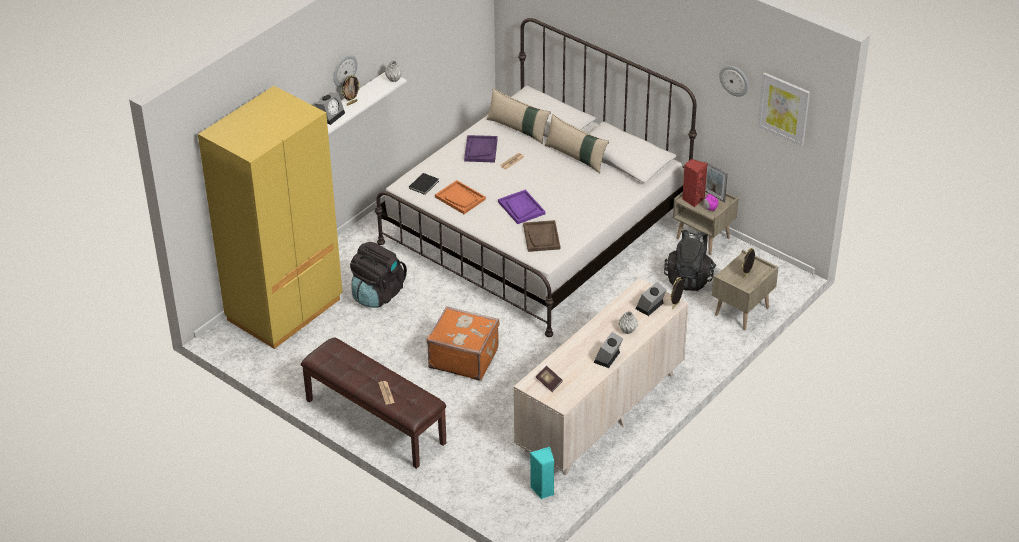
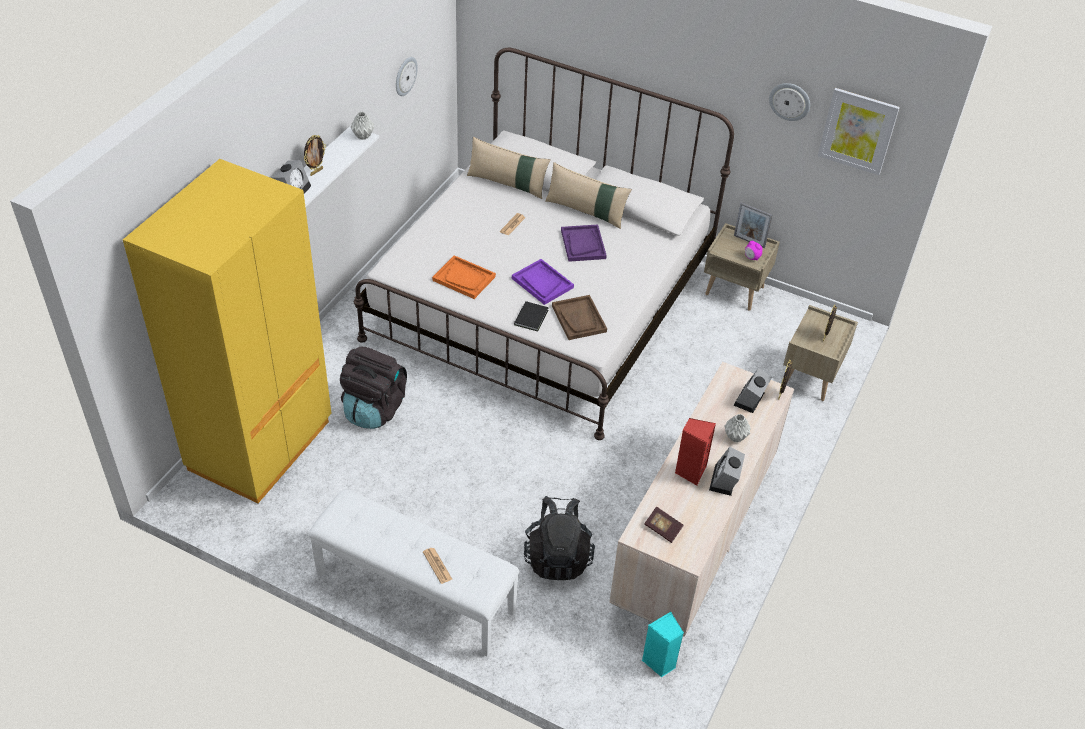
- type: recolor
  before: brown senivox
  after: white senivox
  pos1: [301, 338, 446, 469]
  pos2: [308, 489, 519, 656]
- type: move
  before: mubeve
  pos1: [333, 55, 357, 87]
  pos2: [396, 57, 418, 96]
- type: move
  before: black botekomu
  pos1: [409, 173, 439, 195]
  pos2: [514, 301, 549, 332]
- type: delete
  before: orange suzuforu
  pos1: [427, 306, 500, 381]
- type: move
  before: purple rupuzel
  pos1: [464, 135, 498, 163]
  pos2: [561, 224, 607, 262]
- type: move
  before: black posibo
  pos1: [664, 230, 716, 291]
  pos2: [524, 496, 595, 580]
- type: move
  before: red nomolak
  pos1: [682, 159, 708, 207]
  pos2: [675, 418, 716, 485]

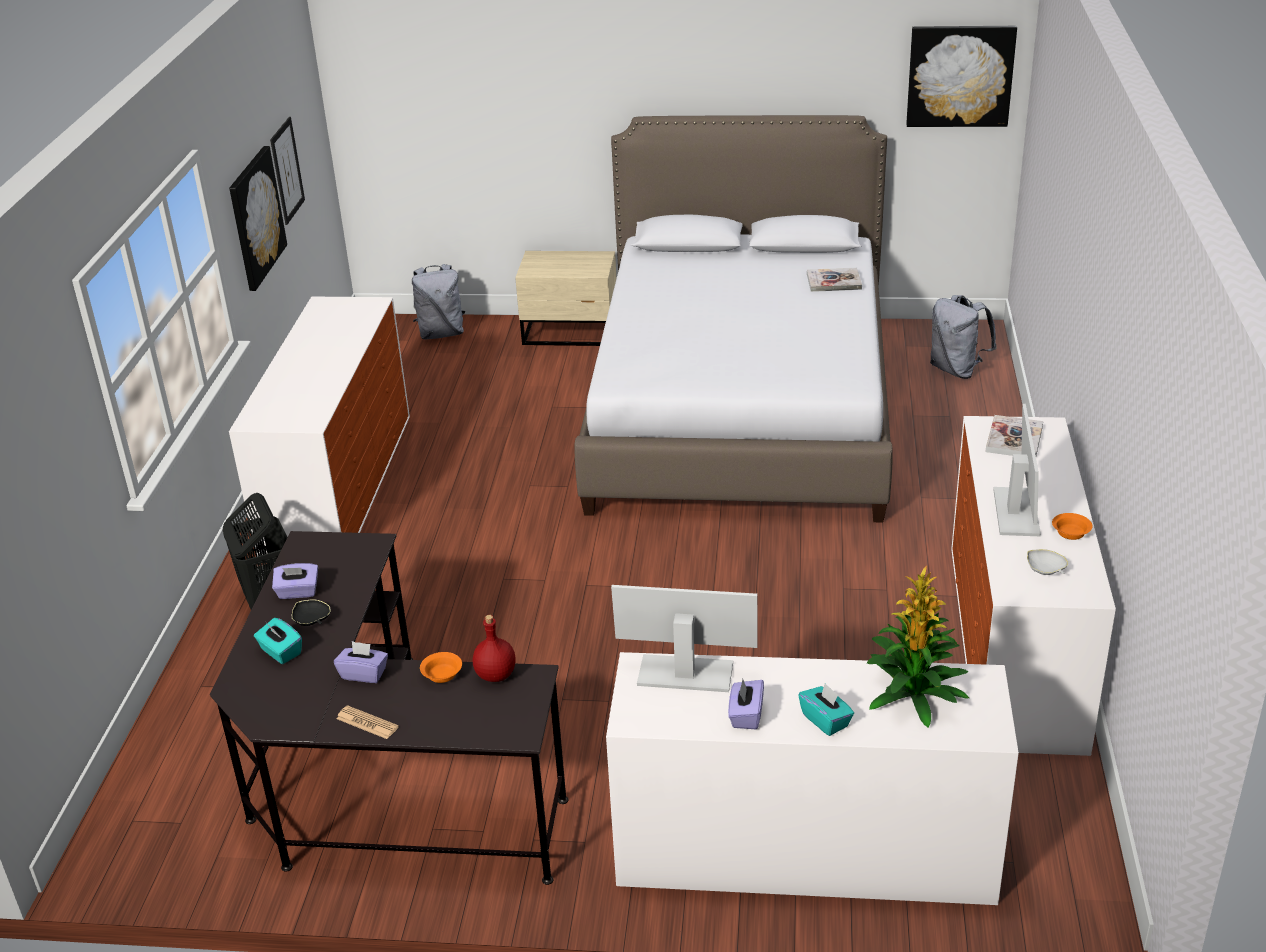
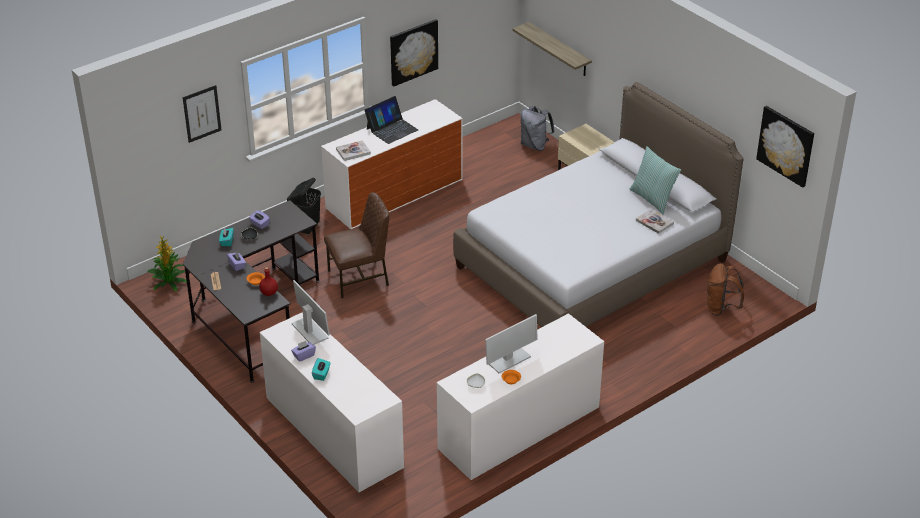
- type: move
  before: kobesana
  pos1: [270, 117, 305, 225]
  pos2: [183, 85, 221, 143]
- type: move
  before: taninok
  pos1: [867, 566, 969, 727]
  pos2: [147, 236, 187, 292]
- type: recolor
  before: grey posibo
  after: brown posibo
  pos1: [930, 295, 997, 379]
  pos2: [707, 263, 744, 316]
- type: move
  before: botekomu
  pos1: [985, 415, 1043, 456]
  pos2: [336, 140, 371, 161]
- type: insert
  after: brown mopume
  pos2: [324, 192, 390, 298]
- type: insert
  after: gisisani
  pos2: [365, 96, 418, 144]
- type: insert
  after: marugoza
  pos2: [512, 22, 592, 76]
- type: insert
  after: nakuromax
  pos2: [630, 146, 681, 214]

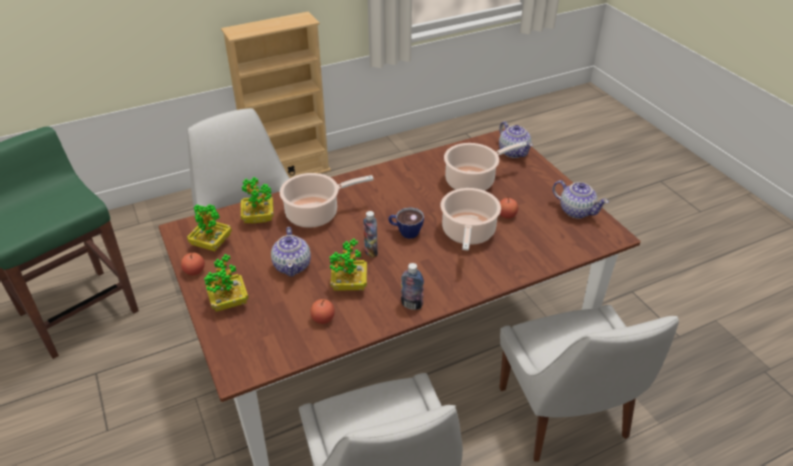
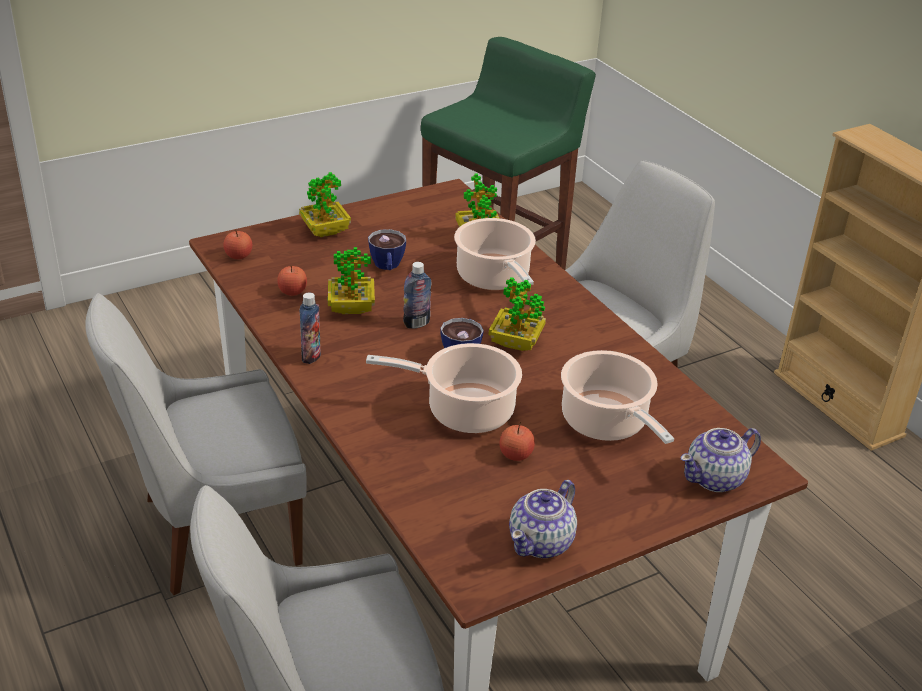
- type: move
  before: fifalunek
  pos1: [181, 253, 205, 275]
  pos2: [223, 230, 252, 259]
- type: move
  before: taninok
  pos1: [187, 204, 232, 251]
  pos2: [489, 277, 546, 351]
- type: replace
  before: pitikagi
  after: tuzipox
  pos1: [271, 227, 311, 277]
  pos2: [368, 229, 406, 270]

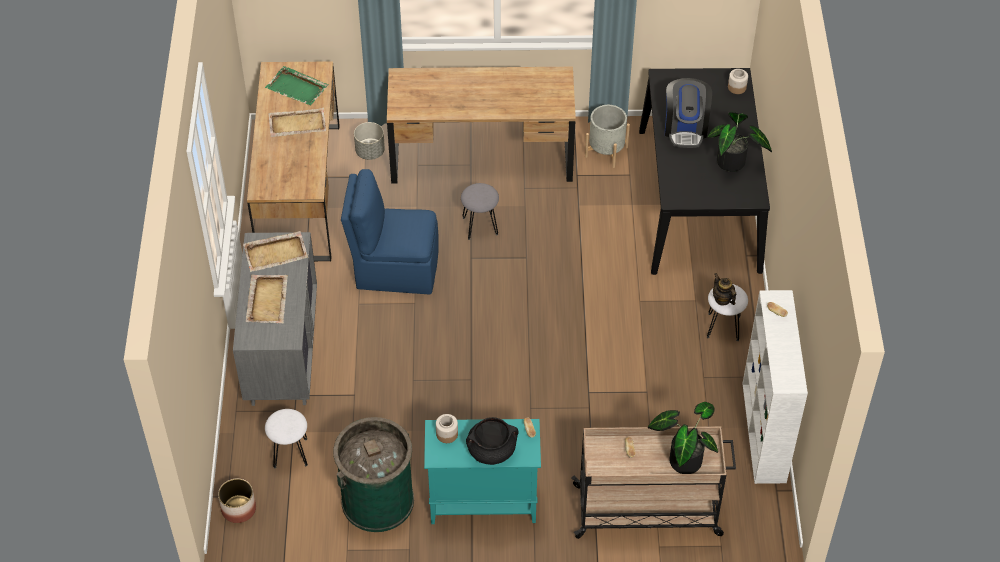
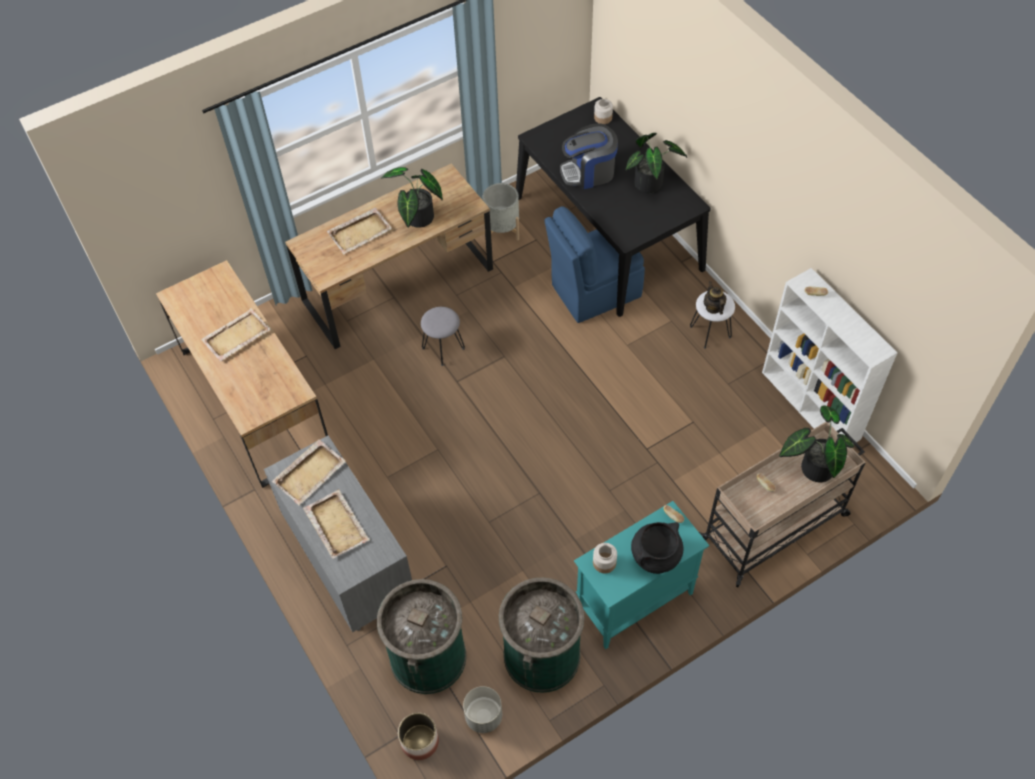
- type: delete
  before: green rupuzel
  pos1: [265, 66, 329, 105]
- type: replace
  before: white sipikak
  after: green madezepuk
  pos1: [265, 409, 308, 469]
  pos2: [377, 579, 466, 694]
- type: move
  before: blue mopume
  pos1: [341, 169, 439, 294]
  pos2: [544, 206, 645, 323]
- type: move
  before: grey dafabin
  pos1: [354, 122, 385, 160]
  pos2: [463, 686, 502, 733]
- type: rotate
  before: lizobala
  pos1: [665, 78, 712, 148]
  pos2: [560, 123, 618, 189]
  turn: 105
- type: rotate
  before: pitikagi
  pos1: [713, 273, 736, 306]
  pos2: [704, 281, 727, 315]
  turn: 45
- type: insert
  after: beige rupuzel
  pos2: [327, 207, 392, 254]
- type: insert
  after: taninok
  pos2: [381, 167, 443, 228]

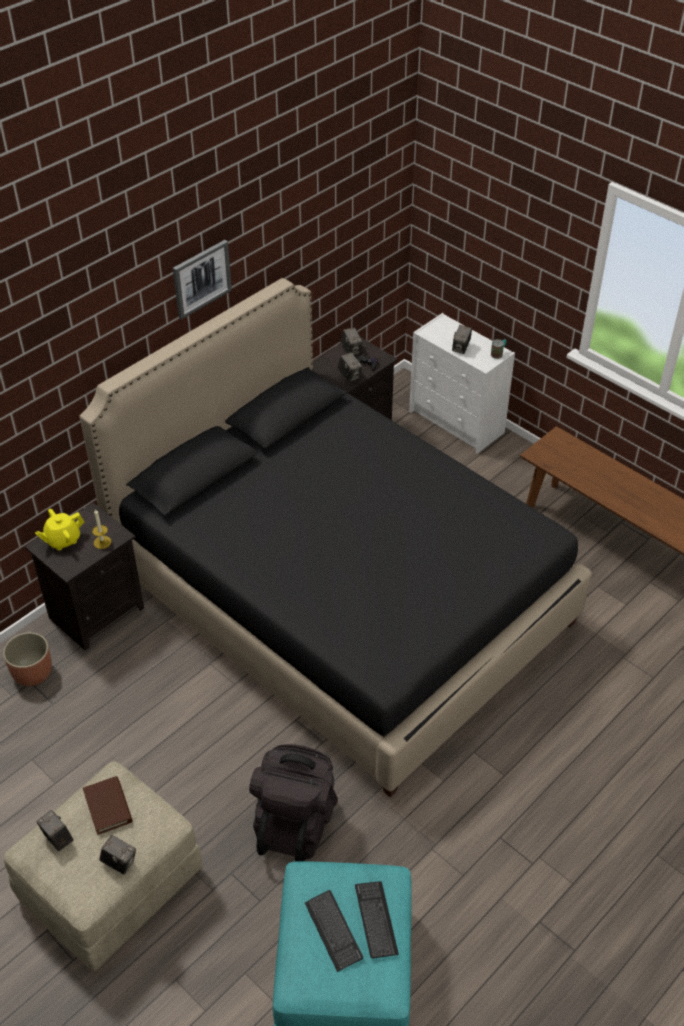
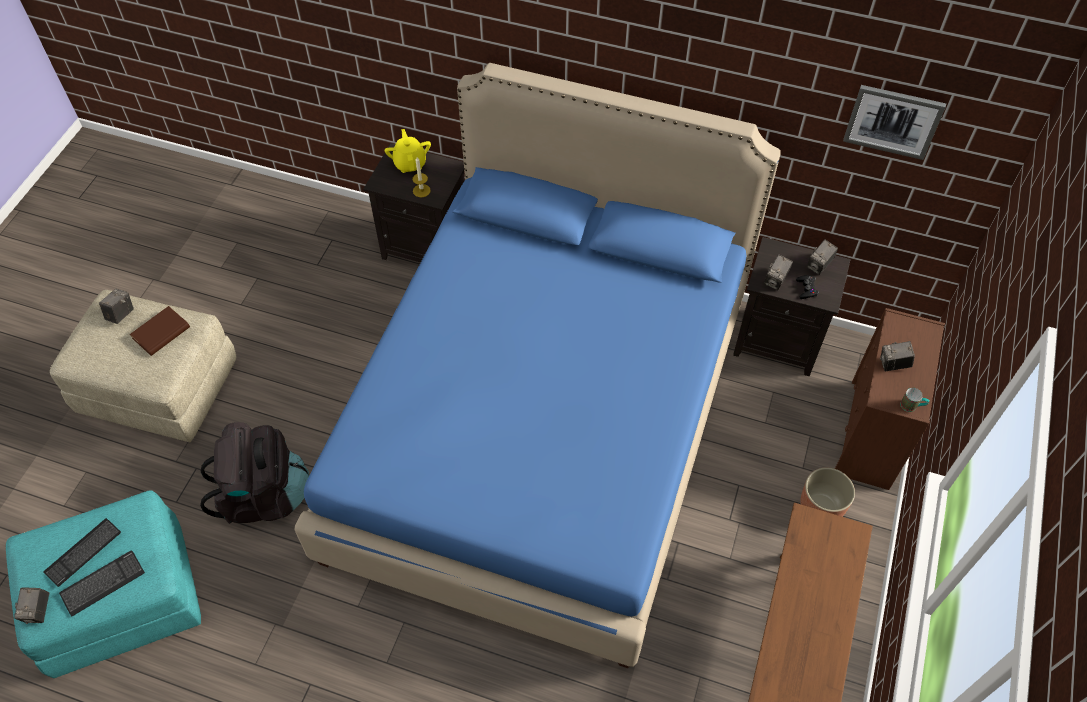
- type: move
  before: dafabin
  pos1: [3, 632, 52, 686]
  pos2: [800, 468, 855, 517]
- type: rotate
  before: yellow pitikagi
  pos1: [35, 509, 84, 550]
  pos2: [385, 129, 431, 173]
  turn: 45
- type: recolor
  before: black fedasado
  after: blue fedasado
  pos1: [80, 278, 592, 797]
  pos2: [295, 63, 781, 668]
- type: move
  before: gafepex
  pos1: [99, 835, 136, 874]
  pos2: [14, 587, 50, 624]
- type: move
  before: kobesana
  pos1: [173, 240, 232, 319]
  pos2: [843, 85, 946, 160]
- type: recolor
  before: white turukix
  after: brown turukix
  pos1: [409, 313, 515, 454]
  pos2: [835, 308, 945, 490]

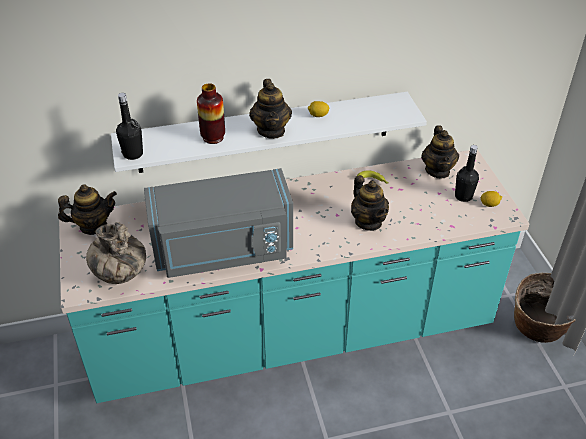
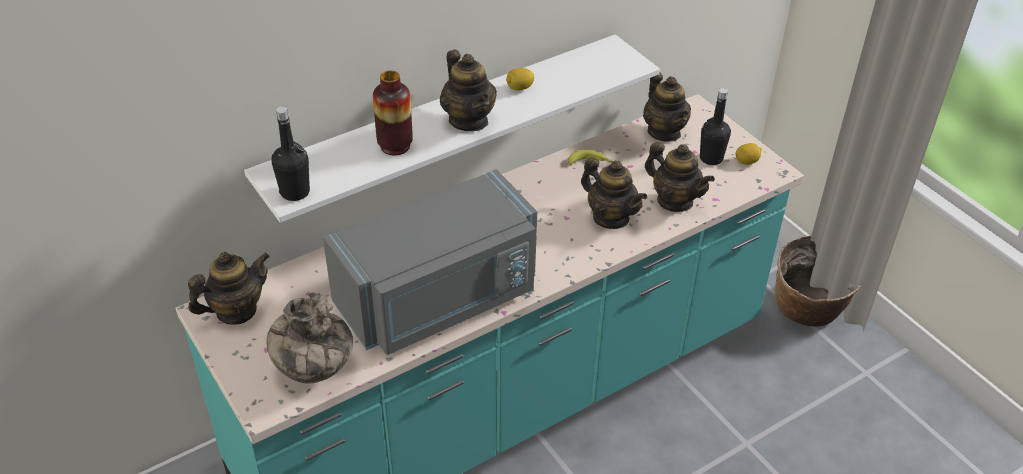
- type: insert
  after: pitikagi
  pos2: [645, 142, 715, 212]

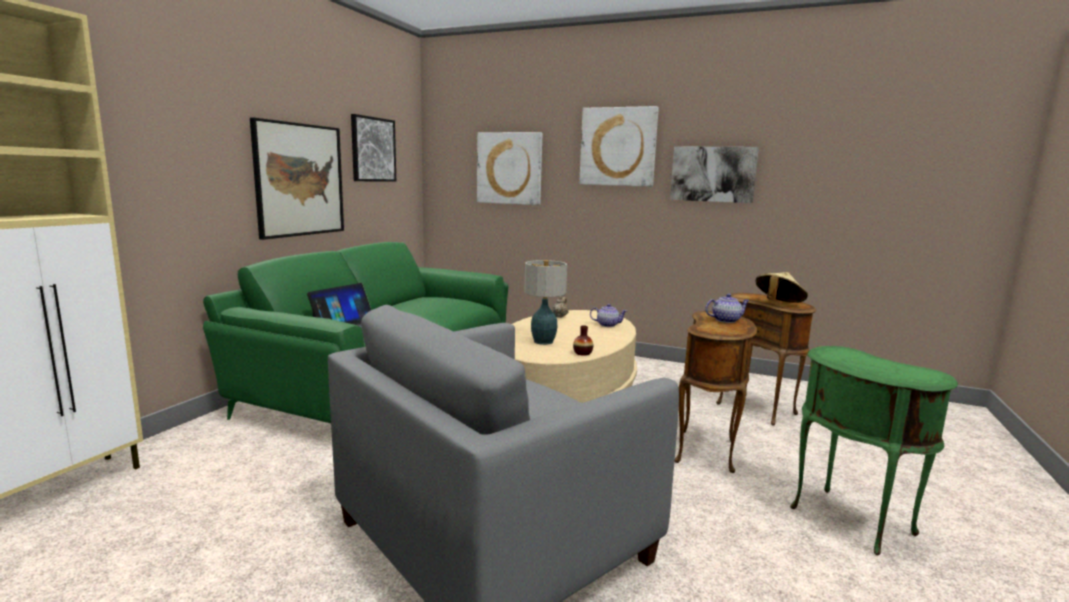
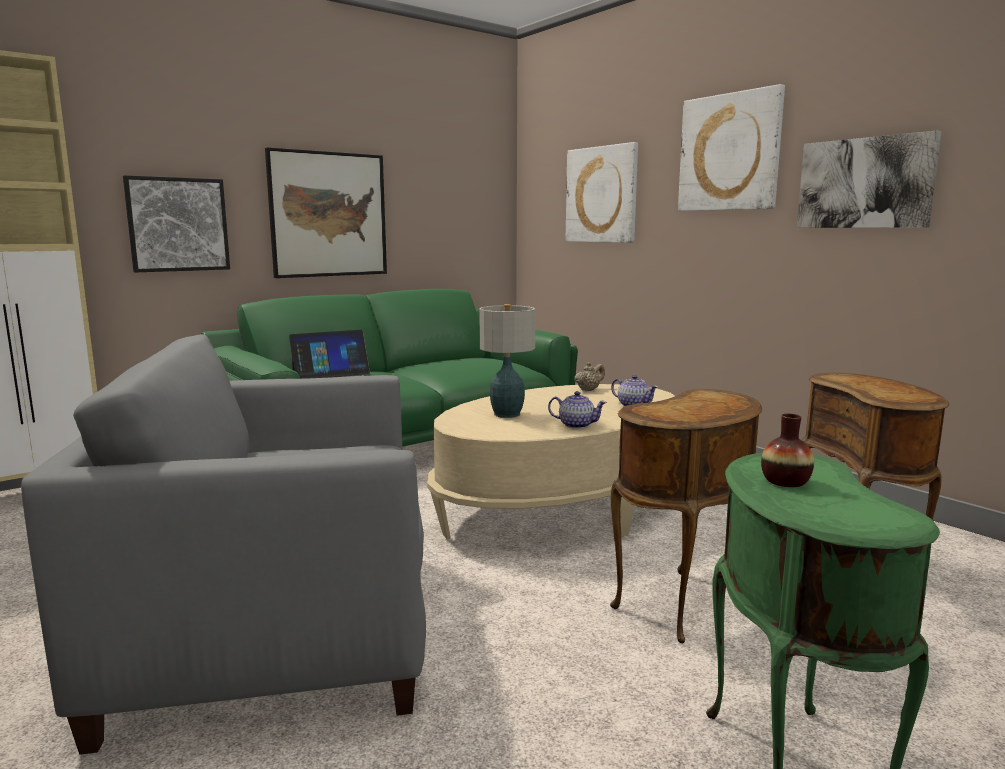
- type: move
  before: kobesana
  pos1: [351, 114, 396, 182]
  pos2: [123, 175, 230, 273]
- type: move
  before: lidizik
  pos1: [573, 326, 593, 356]
  pos2: [761, 414, 814, 487]
- type: move
  before: pitikagi
  pos1: [705, 294, 750, 323]
  pos2: [548, 391, 607, 429]
- type: delete
  before: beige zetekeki
  pos1: [756, 272, 808, 303]

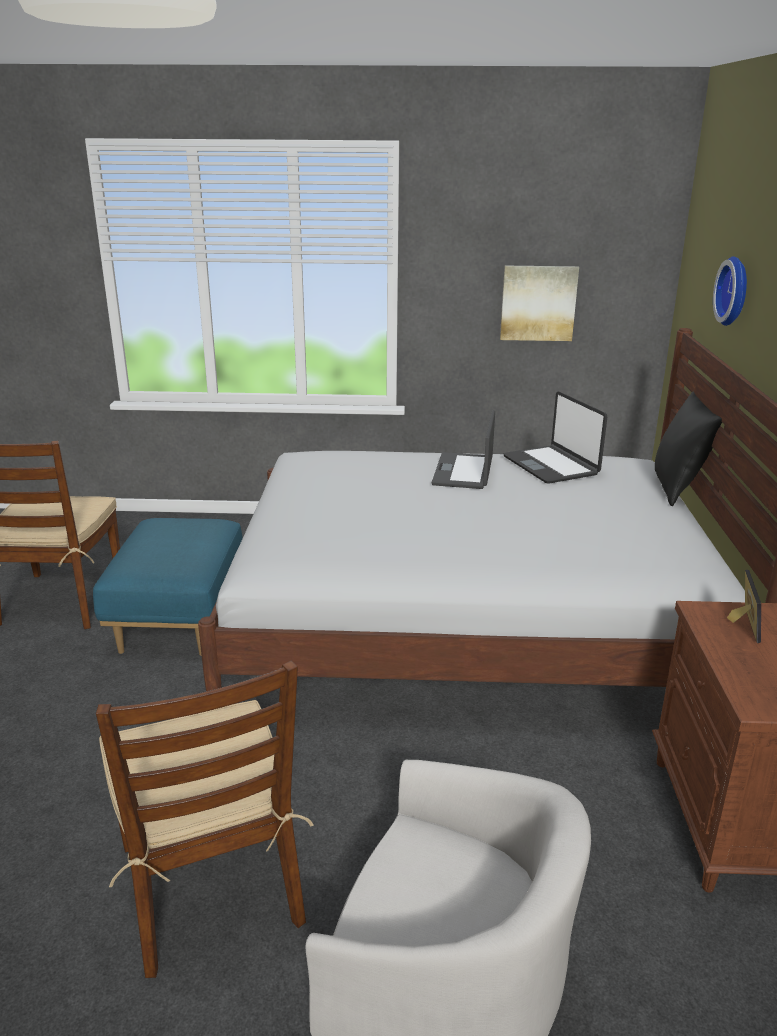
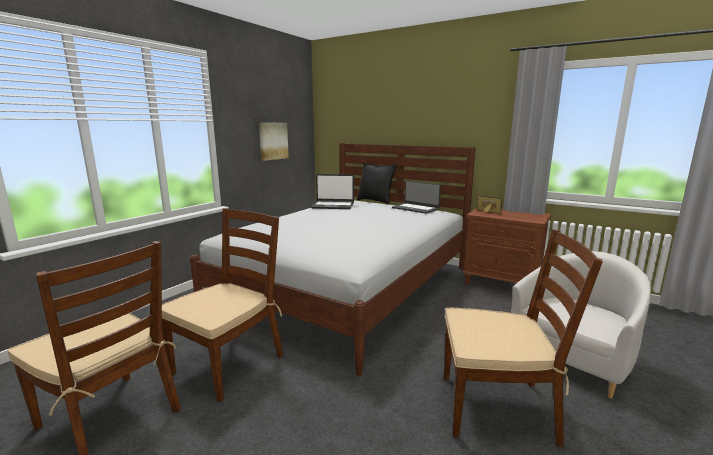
- type: replace
  before: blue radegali
  after: brown mopume
  pos1: [93, 518, 243, 656]
  pos2: [162, 208, 284, 402]
- type: move
  before: gisisani
  pos1: [432, 410, 495, 489]
  pos2: [392, 181, 441, 214]
- type: delete
  before: mubeve
  pos1: [713, 256, 747, 326]

